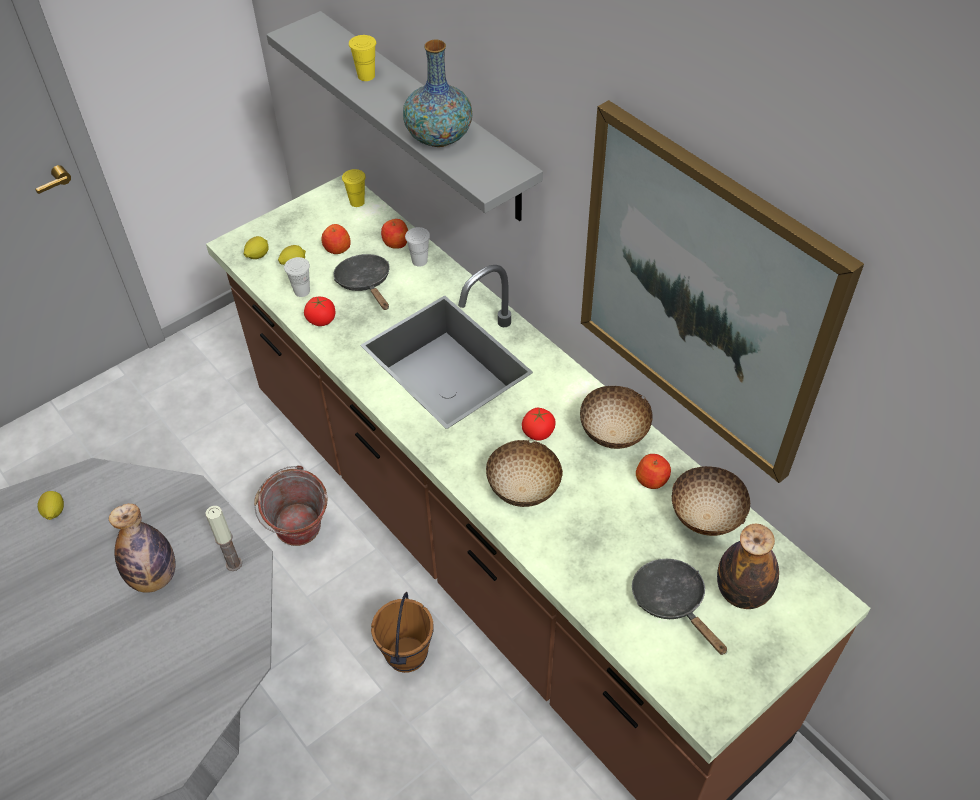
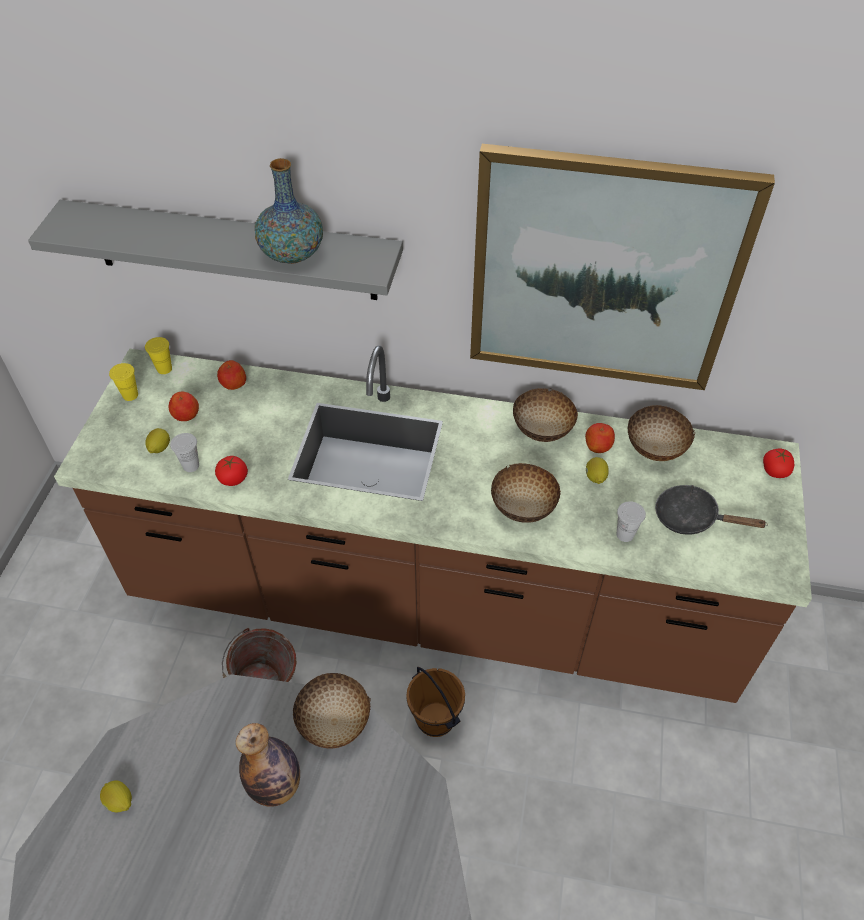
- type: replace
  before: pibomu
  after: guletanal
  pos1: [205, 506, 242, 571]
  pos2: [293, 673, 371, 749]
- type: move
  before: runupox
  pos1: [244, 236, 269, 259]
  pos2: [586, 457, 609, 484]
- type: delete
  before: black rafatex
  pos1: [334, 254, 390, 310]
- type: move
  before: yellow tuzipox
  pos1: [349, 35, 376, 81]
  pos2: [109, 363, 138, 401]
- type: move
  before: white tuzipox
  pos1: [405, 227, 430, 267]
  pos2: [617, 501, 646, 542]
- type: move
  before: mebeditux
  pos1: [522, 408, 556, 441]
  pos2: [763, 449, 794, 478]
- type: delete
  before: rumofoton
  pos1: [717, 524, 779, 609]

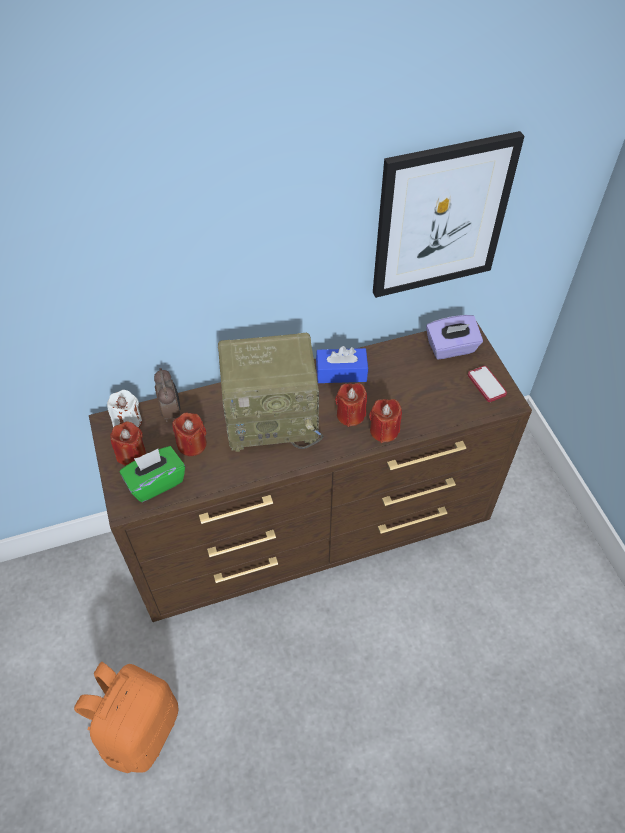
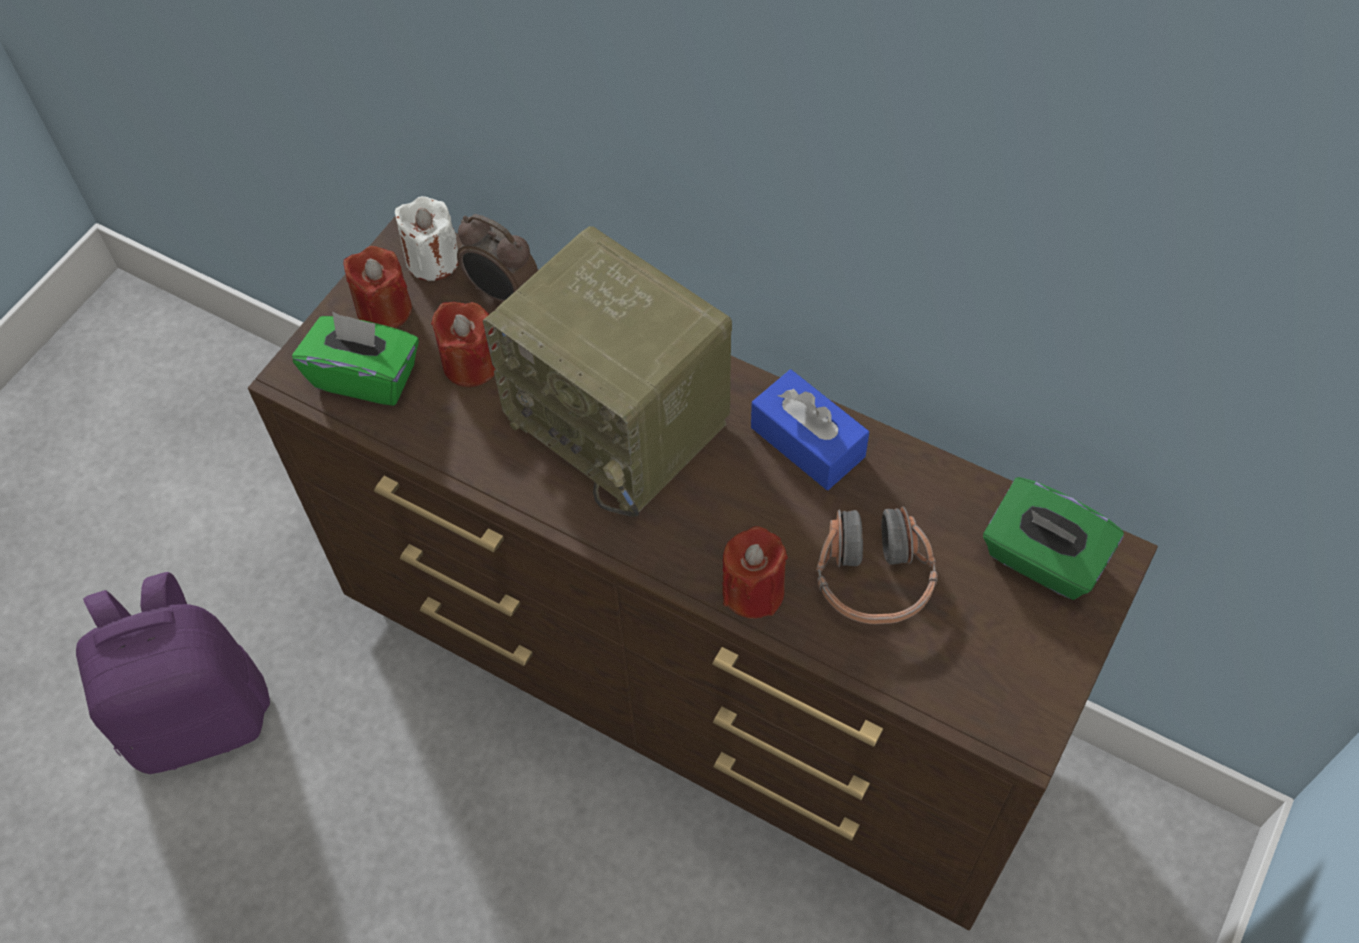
- type: recolor
  before: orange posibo
  after: purple posibo
  pos1: [74, 662, 179, 773]
  pos2: [76, 572, 270, 774]
- type: rotate
  before: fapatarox
  pos1: [154, 368, 180, 422]
  pos2: [457, 214, 538, 302]
  turn: 90
- type: delete
  before: red pibomu
  pos1: [335, 383, 367, 427]
- type: delete
  before: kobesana
  pos1: [373, 131, 524, 298]
- type: recolor
  before: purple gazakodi
  after: green gazakodi
  pos1: [426, 315, 483, 359]
  pos2: [983, 477, 1124, 600]
- type: delete
  before: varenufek
  pos1: [468, 366, 507, 402]
- type: insert
  after: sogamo
  pos2: [816, 507, 938, 624]

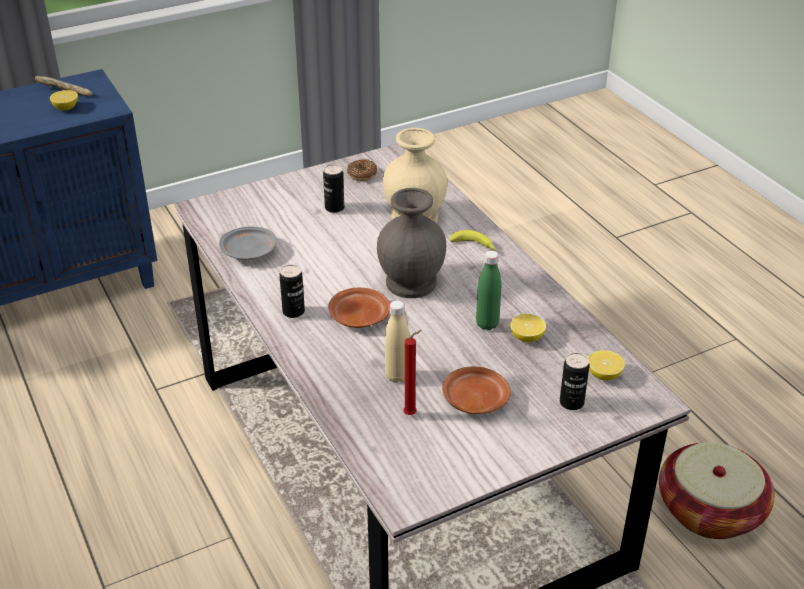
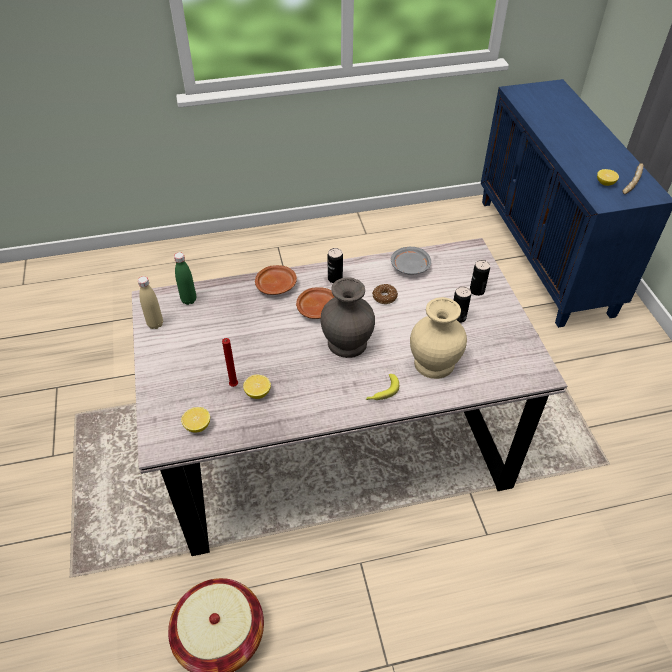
- type: move
  before: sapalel
  pos1: [347, 159, 377, 181]
  pos2: [372, 284, 398, 304]
- type: move
  before: beige rumofoton
  pos1: [385, 300, 410, 383]
  pos2: [138, 276, 163, 329]
- type: move
  before: red pibomu
  pos1: [403, 330, 422, 415]
  pos2: [222, 338, 238, 387]
- type: move
  before: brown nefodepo
  pos1: [442, 366, 511, 414]
  pos2: [255, 265, 297, 295]
- type: move
  before: green rumofoton
  pos1: [476, 250, 501, 330]
  pos2: [174, 252, 196, 305]
- type: move
  before: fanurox
  pos1: [560, 353, 590, 410]
  pos2: [470, 260, 490, 296]

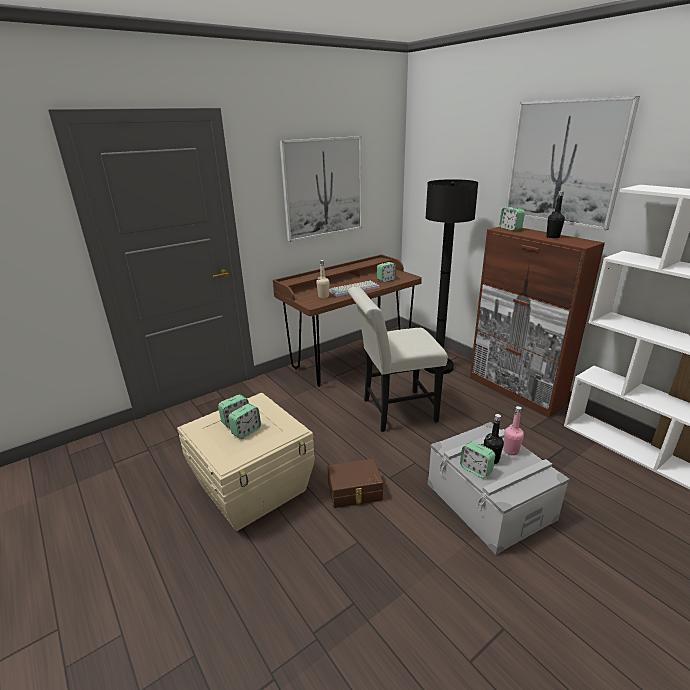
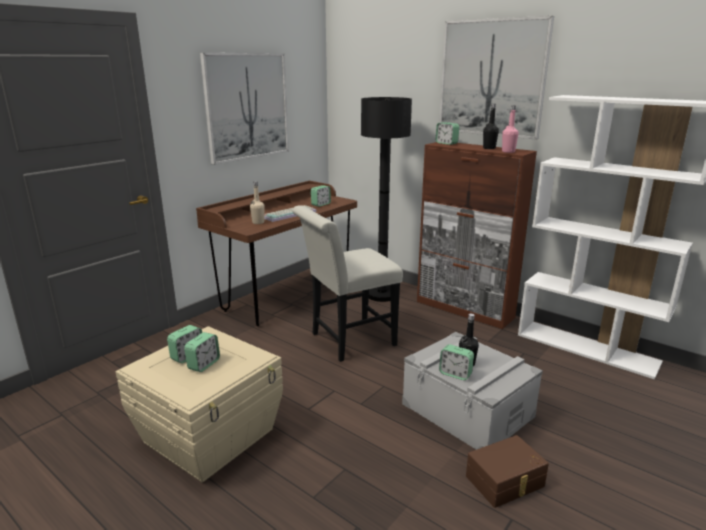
- type: move
  before: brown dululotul
  pos1: [327, 459, 383, 508]
  pos2: [466, 435, 549, 508]
- type: move
  before: pink rumofoton
  pos1: [503, 406, 524, 455]
  pos2: [502, 105, 519, 153]

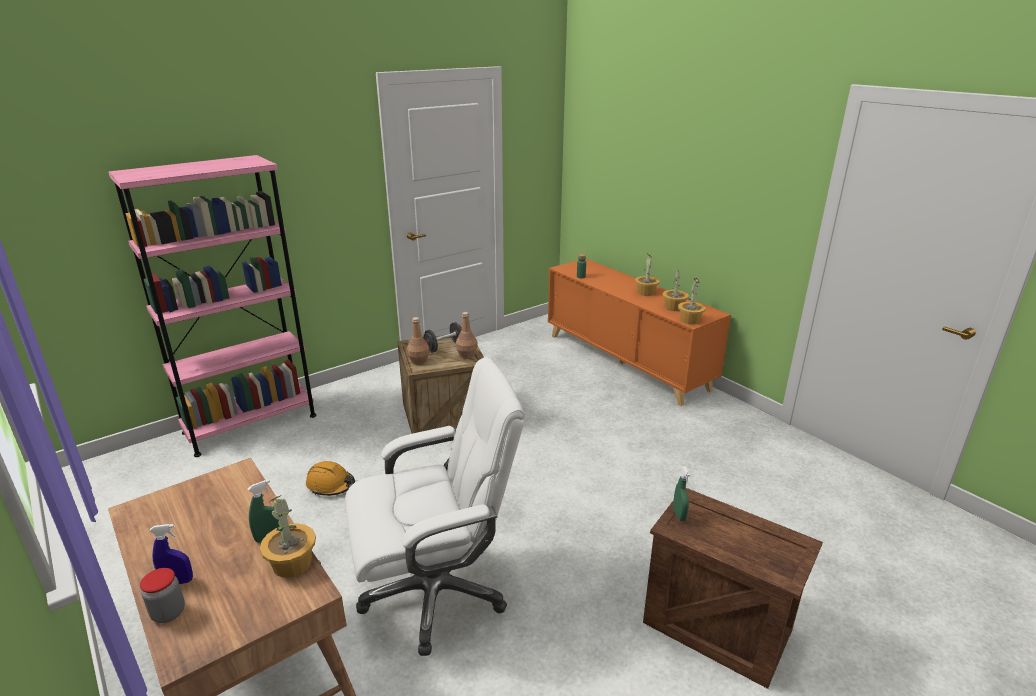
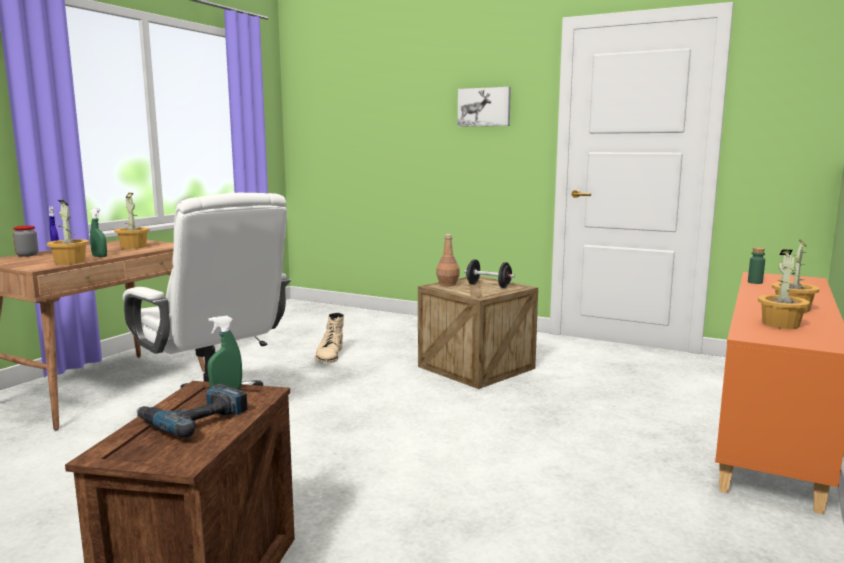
- type: delete
  before: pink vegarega
  pos1: [108, 155, 316, 457]
- type: replace
  before: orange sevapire
  after: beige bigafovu
  pos1: [306, 461, 355, 496]
  pos2: [314, 313, 344, 364]
- type: delete
  before: brown rumofoton
  pos1: [456, 312, 478, 359]
- type: move
  before: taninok
  pos1: [678, 278, 705, 324]
  pos2: [114, 193, 150, 249]
- type: insert
  after: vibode
  pos2: [136, 384, 248, 437]
- type: insert
  after: kobesana
  pos2: [458, 87, 511, 127]

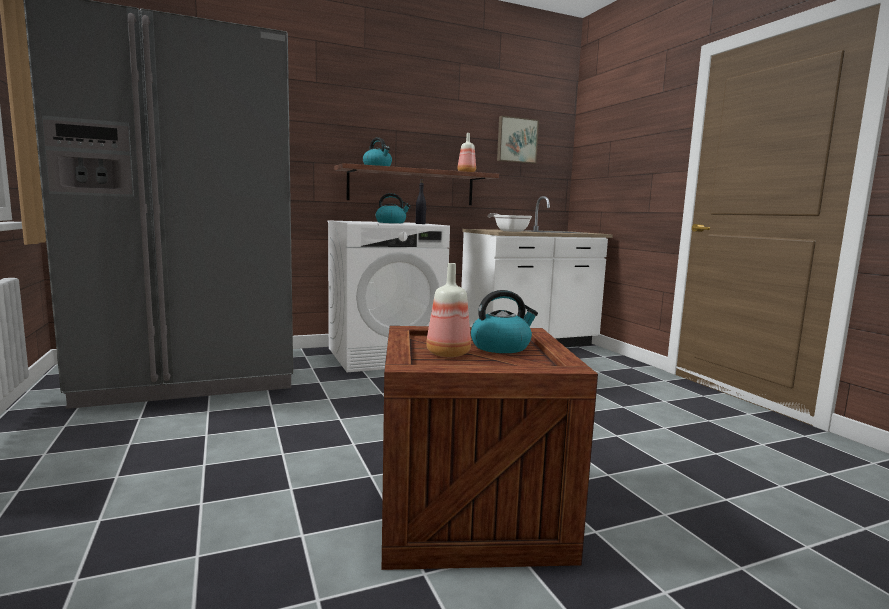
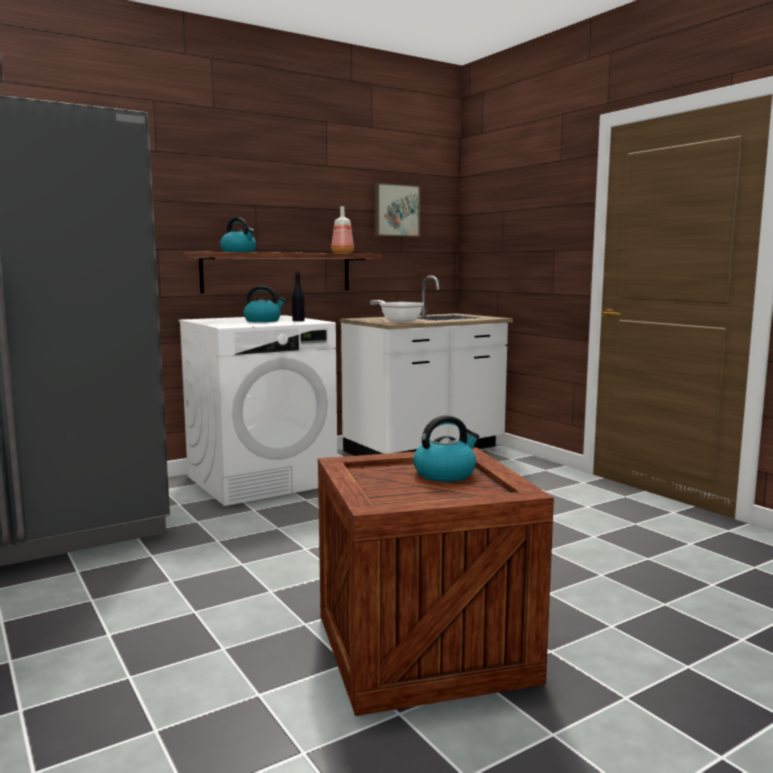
- type: delete
  before: rumofoton
  pos1: [426, 263, 471, 357]

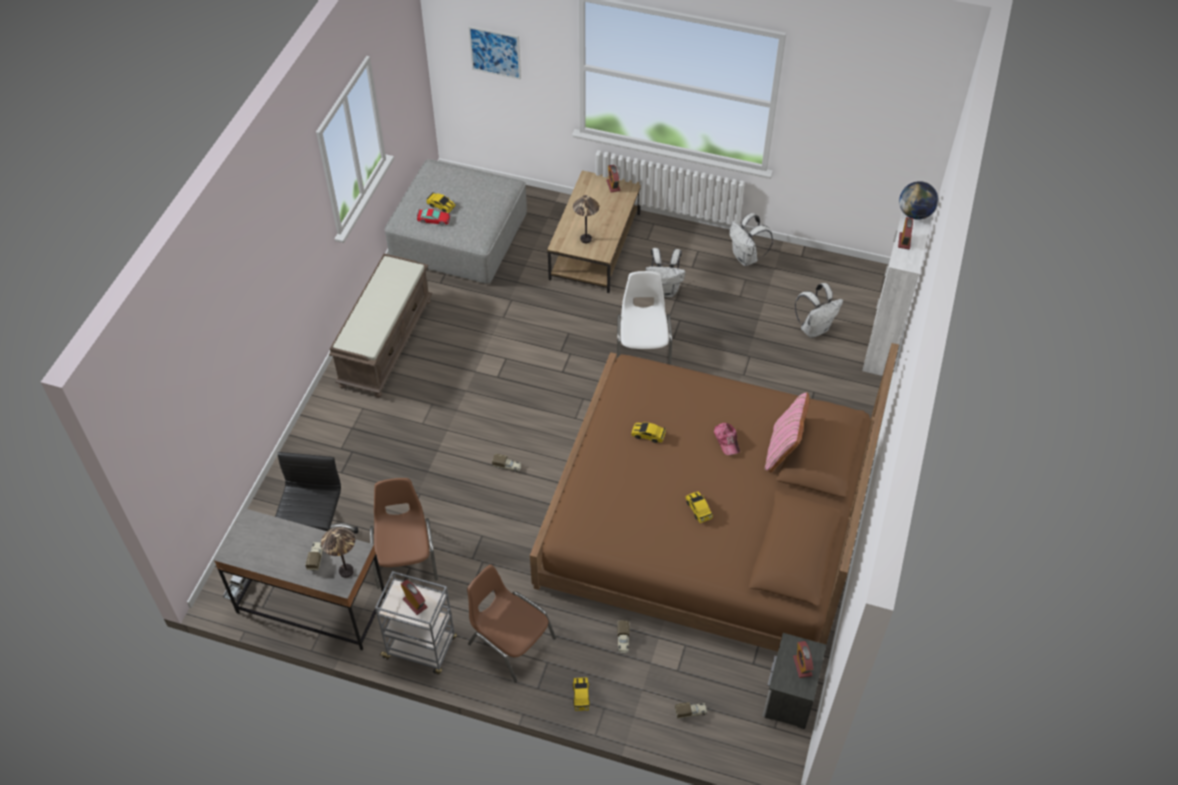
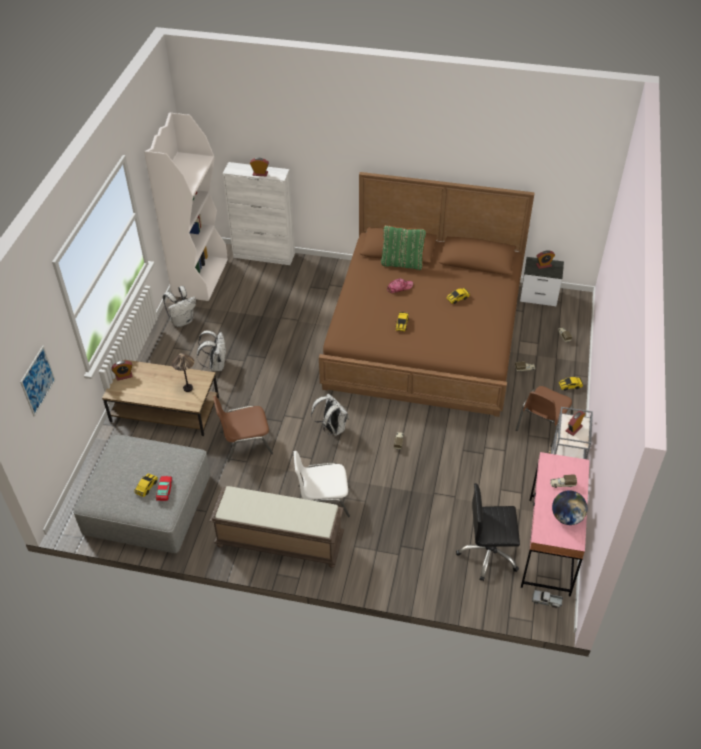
- type: recolor
  before: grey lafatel
  after: pink lafatel
  pos1: [214, 508, 386, 650]
  pos2: [521, 452, 590, 597]
- type: delete
  before: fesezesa
  pos1: [321, 527, 355, 578]
- type: move
  before: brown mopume
  pos1: [370, 478, 438, 589]
  pos2: [213, 396, 273, 462]
- type: move
  before: white mopume
  pos1: [617, 271, 672, 365]
  pos2: [294, 451, 350, 517]
- type: recolor
  before: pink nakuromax
  after: green nakuromax
  pos1: [765, 392, 809, 473]
  pos2: [381, 225, 426, 270]
- type: move
  before: white posibo
  pos1: [795, 283, 843, 338]
  pos2: [311, 393, 349, 436]
- type: move
  before: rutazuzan
  pos1: [899, 181, 938, 220]
  pos2: [552, 490, 587, 525]
- type: insert
  after: white vegarega
  pos2: [144, 113, 228, 301]

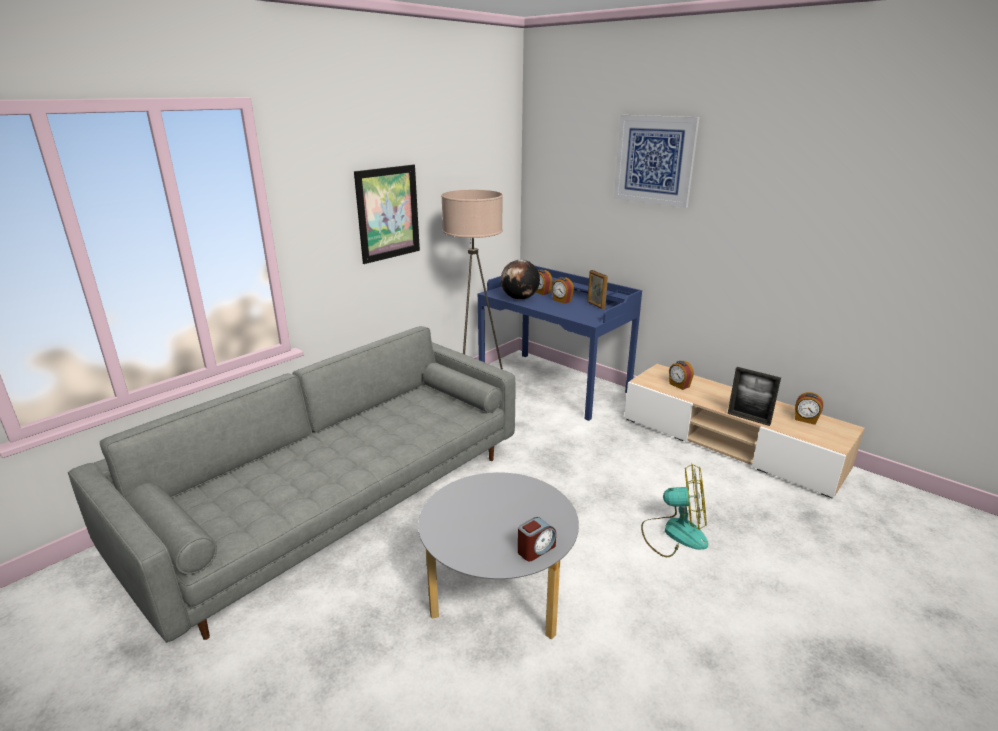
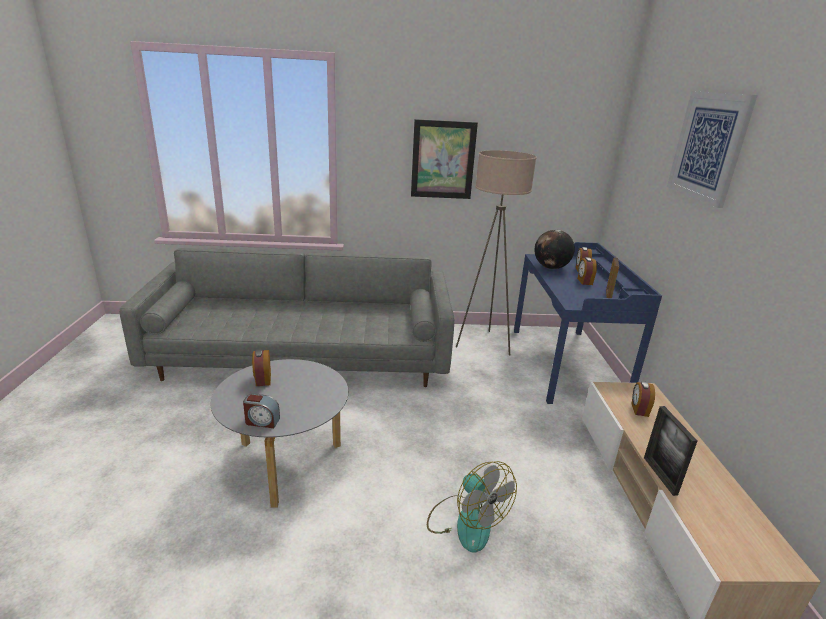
- type: move
  before: fapatarox
  pos1: [795, 392, 823, 425]
  pos2: [252, 349, 271, 386]

